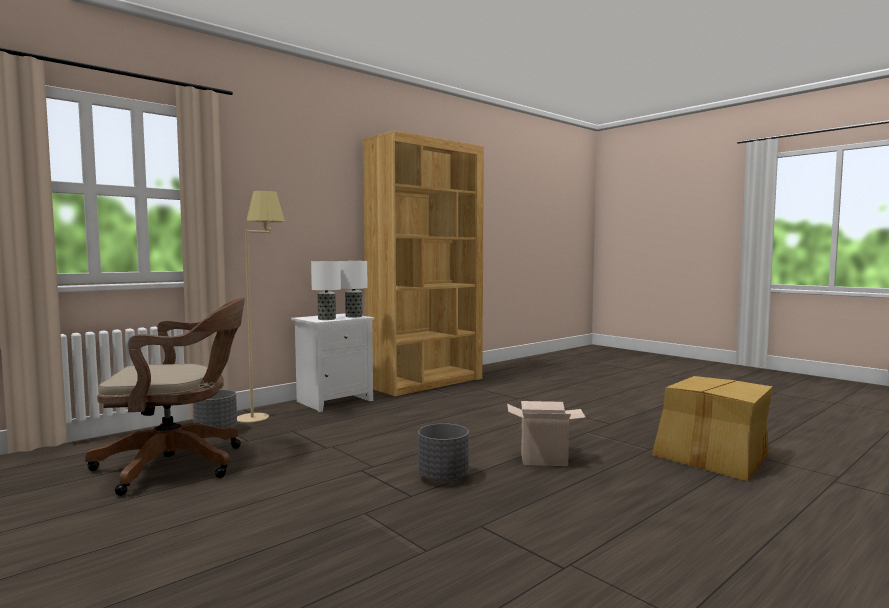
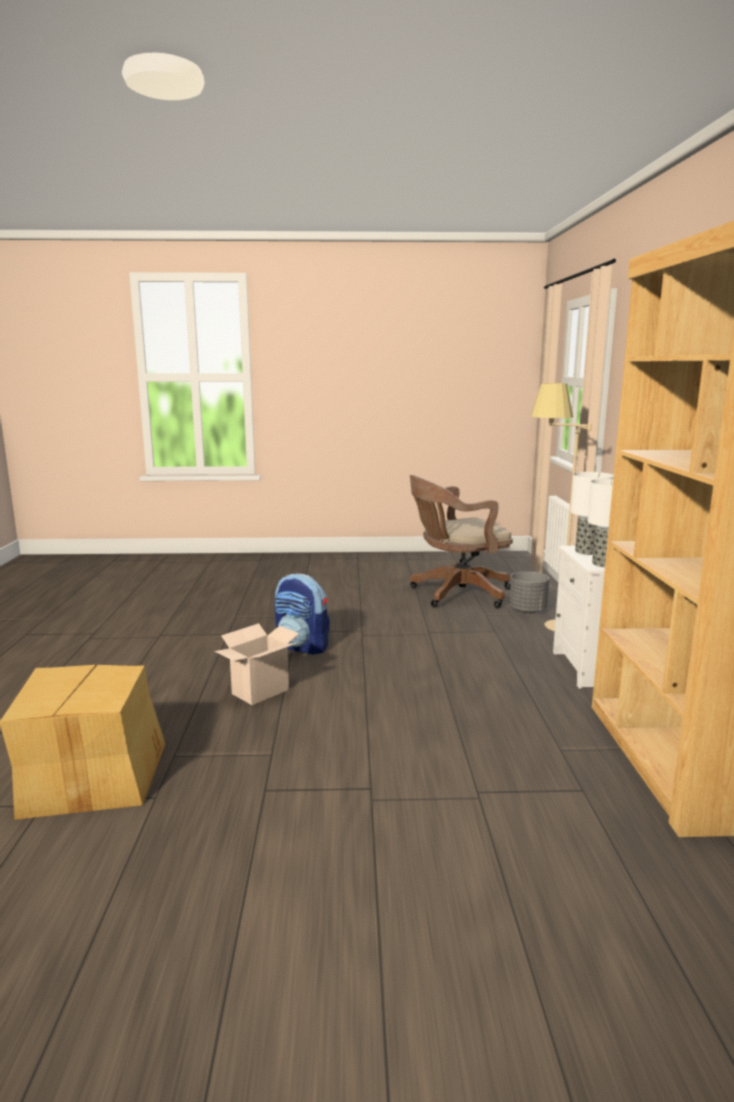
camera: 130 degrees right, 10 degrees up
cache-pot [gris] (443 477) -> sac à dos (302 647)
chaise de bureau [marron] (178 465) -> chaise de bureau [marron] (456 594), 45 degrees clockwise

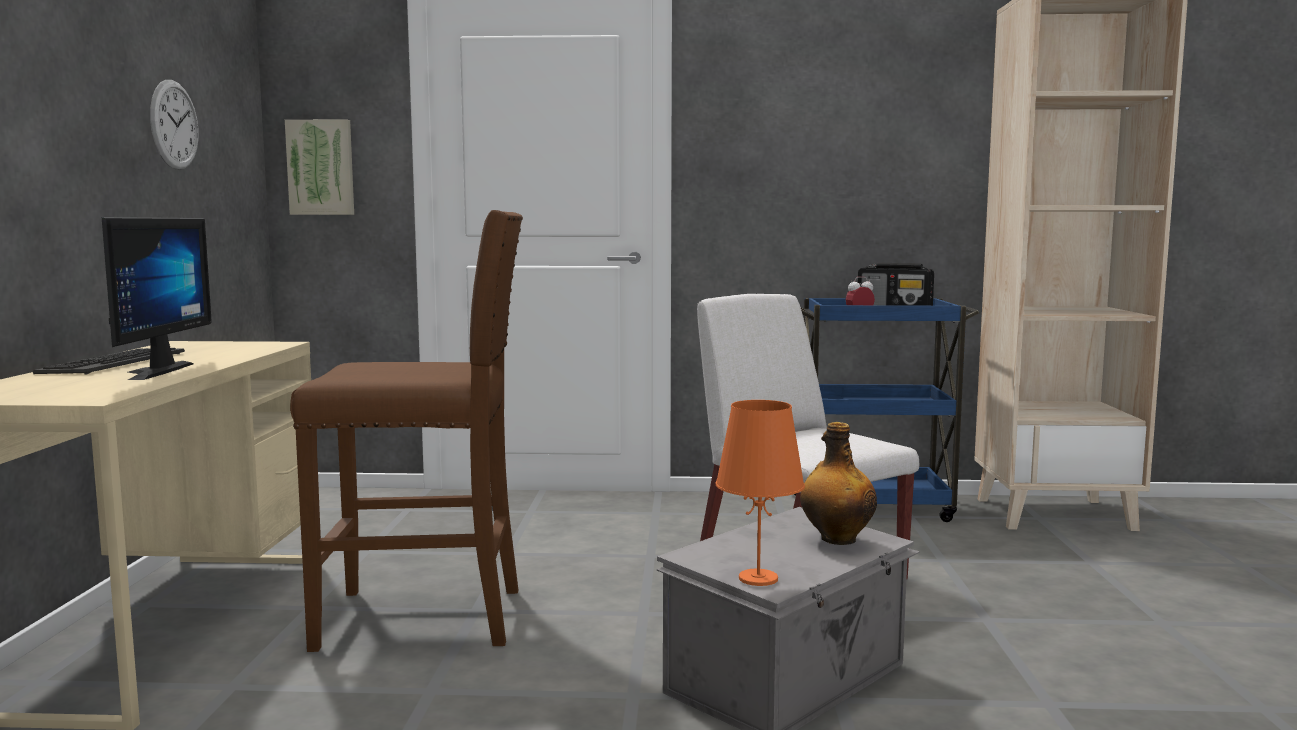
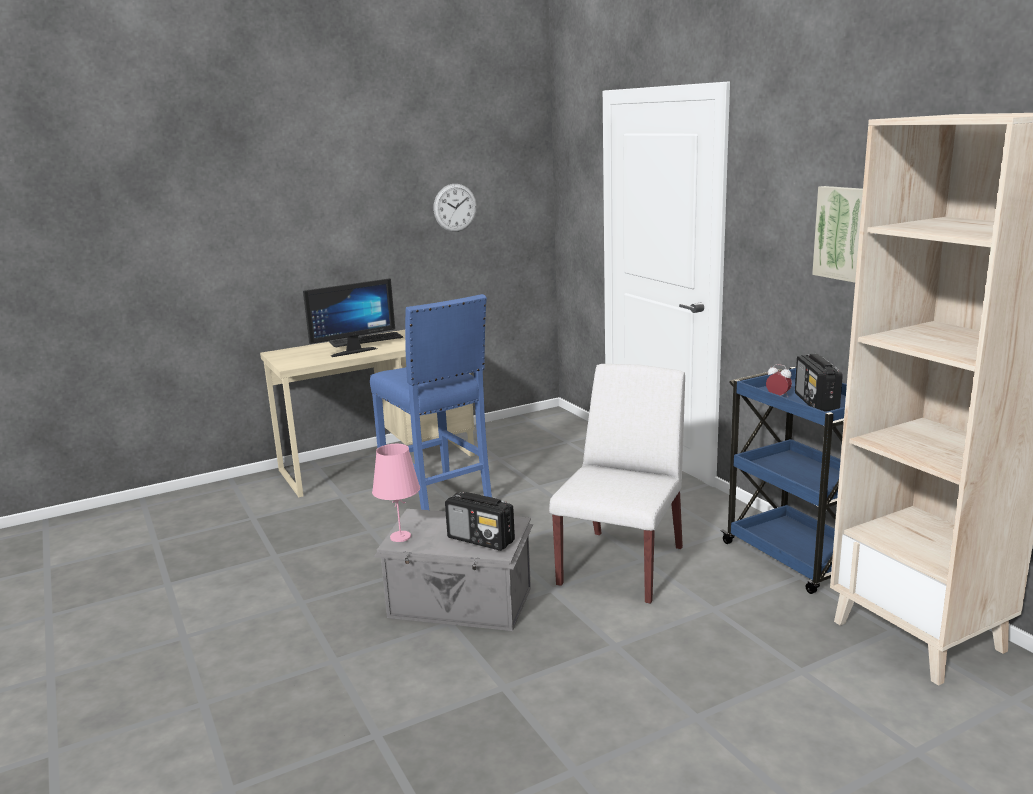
camera: 60 degrees right, 10 degrees up
tabouret [marron] (426 618) -> tabouret [bleu] (437 501)
lampe de table [orange] (758 578) -> lampe de table [rose] (401 537)
bouteille (836 539) -> radio (481 540)
tableau (321 167) -> tableau (844 233), move

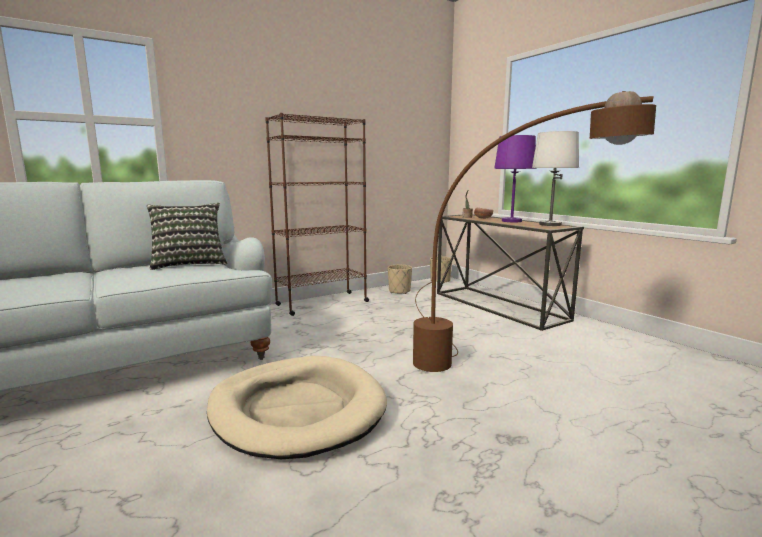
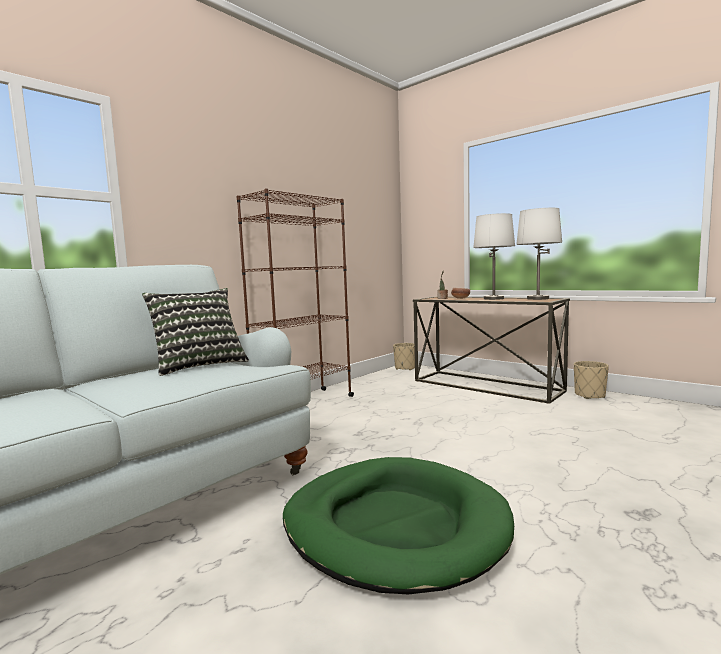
camera: 15 degrees left, 5 degrees down
panier pour chien [beige] (297 410) -> panier pour chien [vert] (394 526)
lampe de table [violet] (512 221) -> lampe de table [blanc] (494 298)
cache-pot [beige] (399 291) -> cache-pot [beige] (589 395), move
lampadaire [marron] (484 366) -> none

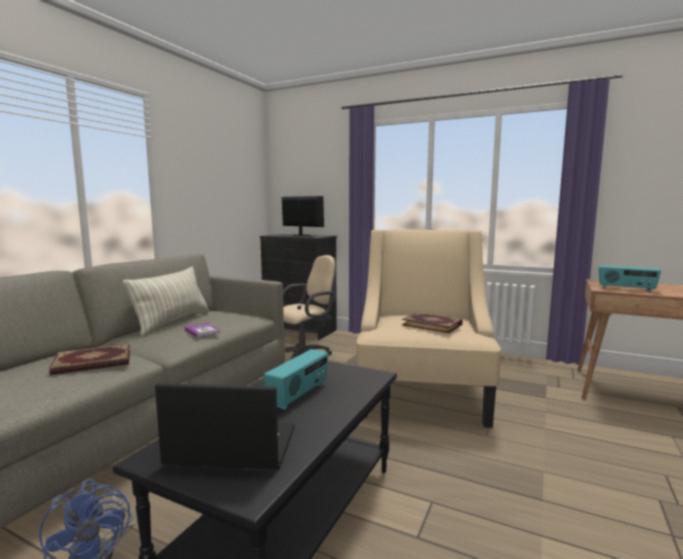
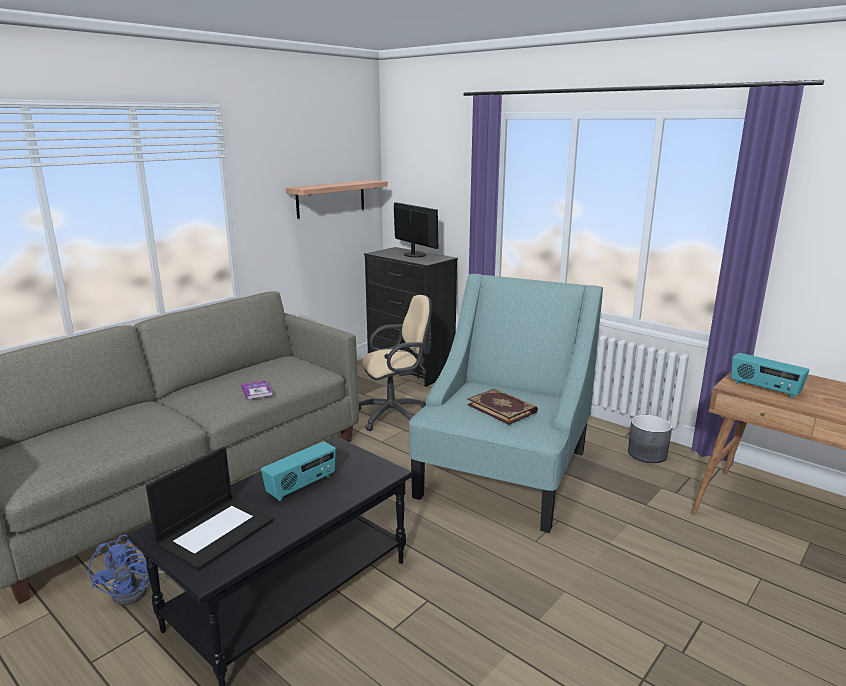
camera: 15 degrees right, 10 degrees up
ordinateur portable (230 446) -> ordinateur portable (216 531), 105 degrees clockwise
none -> étagère (331 198)
fauteuil [beige] (422 390) -> fauteuil [turquoise] (503 473)
none -> cache-pot [gris] (647 454)
livre (93 363) -> none
coussin (172 322) -> none

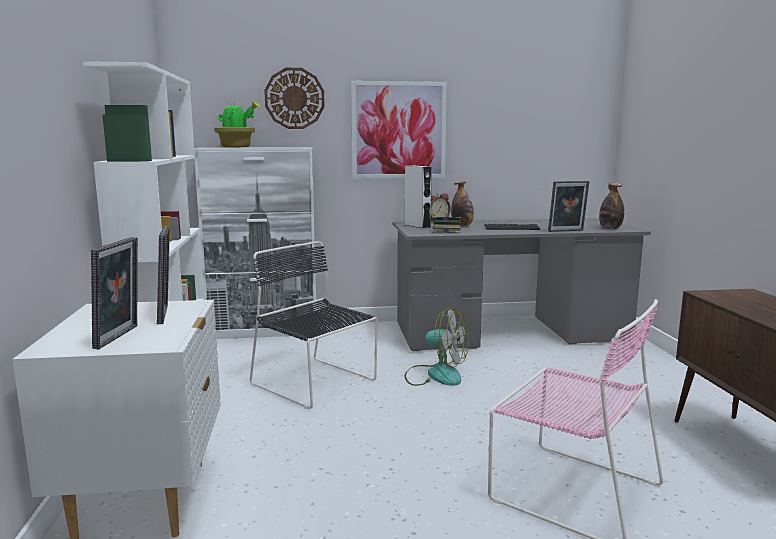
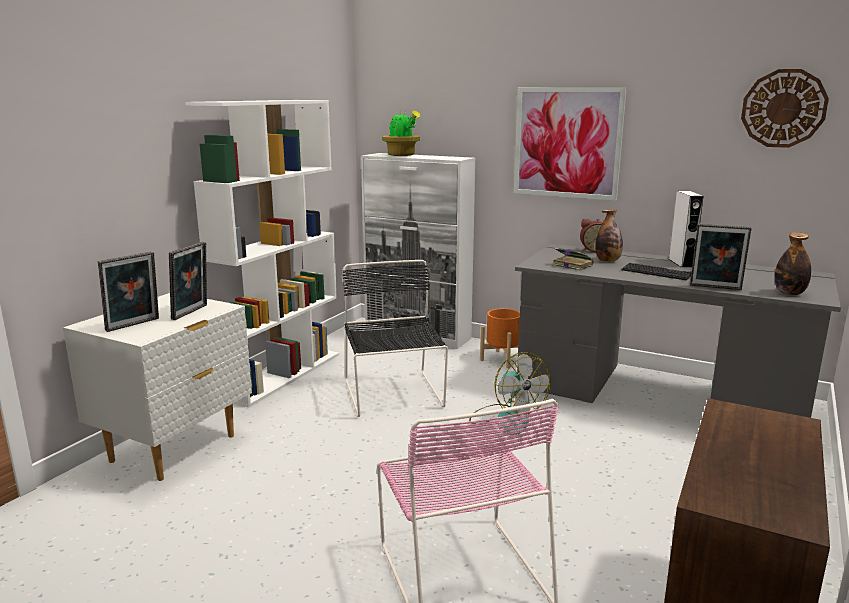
camera: 35 degrees right, 5 degrees up
none -> cache-pot [orange] (502 359)
enceinte [blanc] (417 226) -> enceinte [blanc] (681 263), move
horloge murale (294 98) -> horloge murale (783 108), move

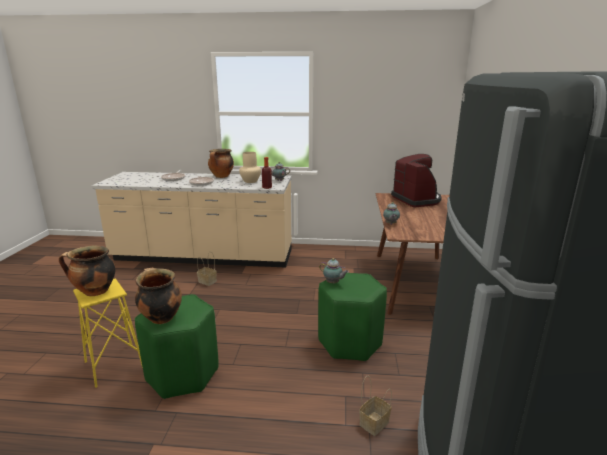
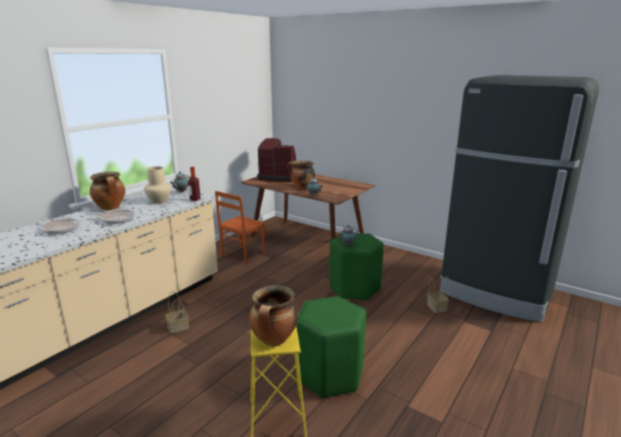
camera: 60 degrees left, 0 degrees up
none -> chaise [marron] (242 255)
marmite (160 317) -> marmite (301 188), move

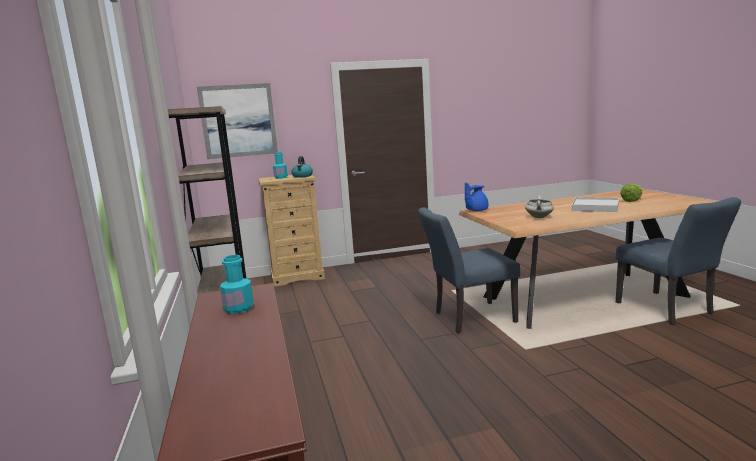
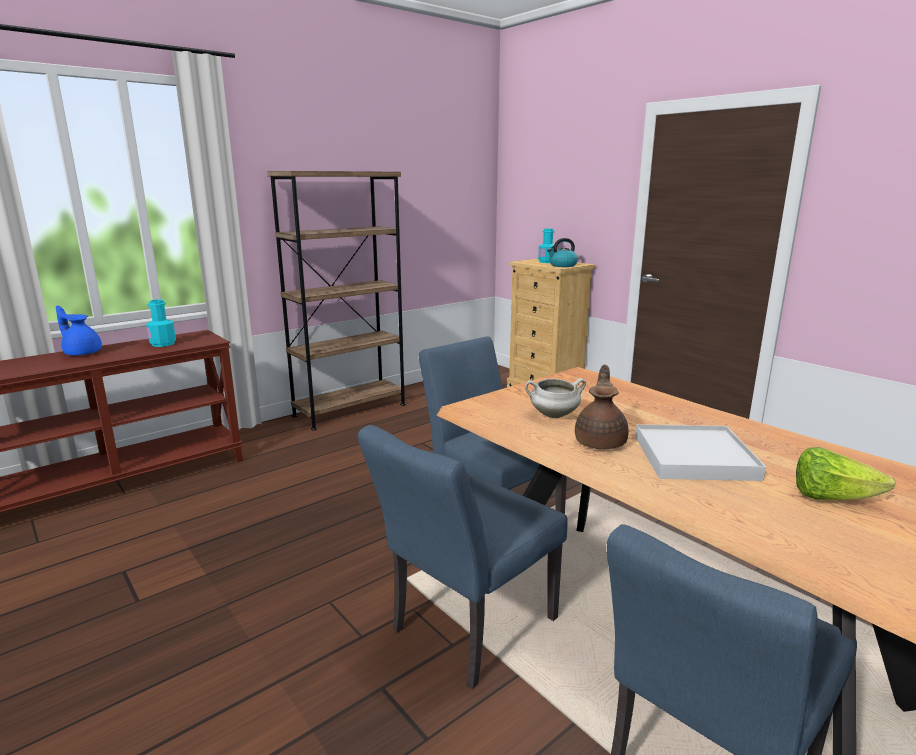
camera: 65 degrees right, 5 degrees up
théière [bleu] (475 210) -> théière [bleu] (82 353), move
none -> chaise [bleu] (465 630)
none -> théière [marron] (601 442)
tableau (238 121) -> none

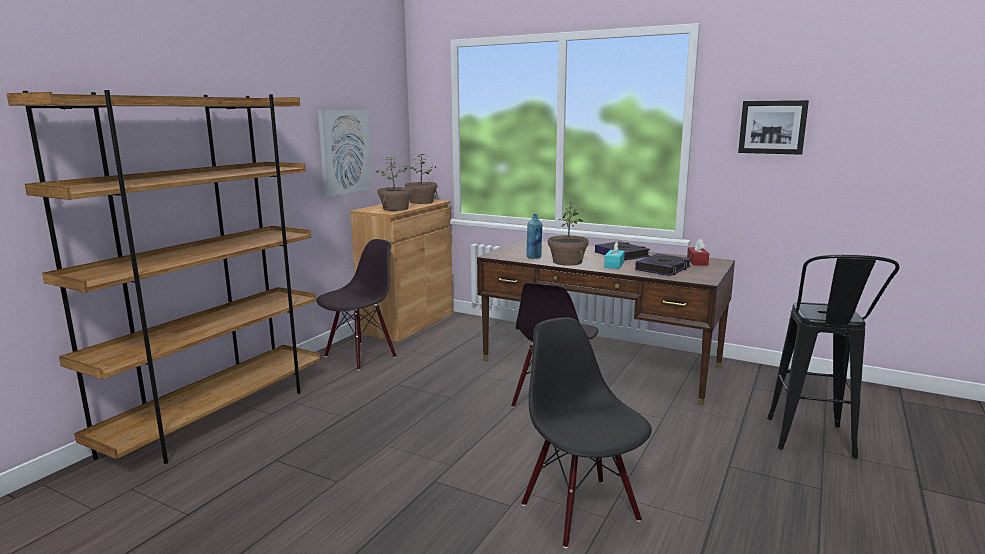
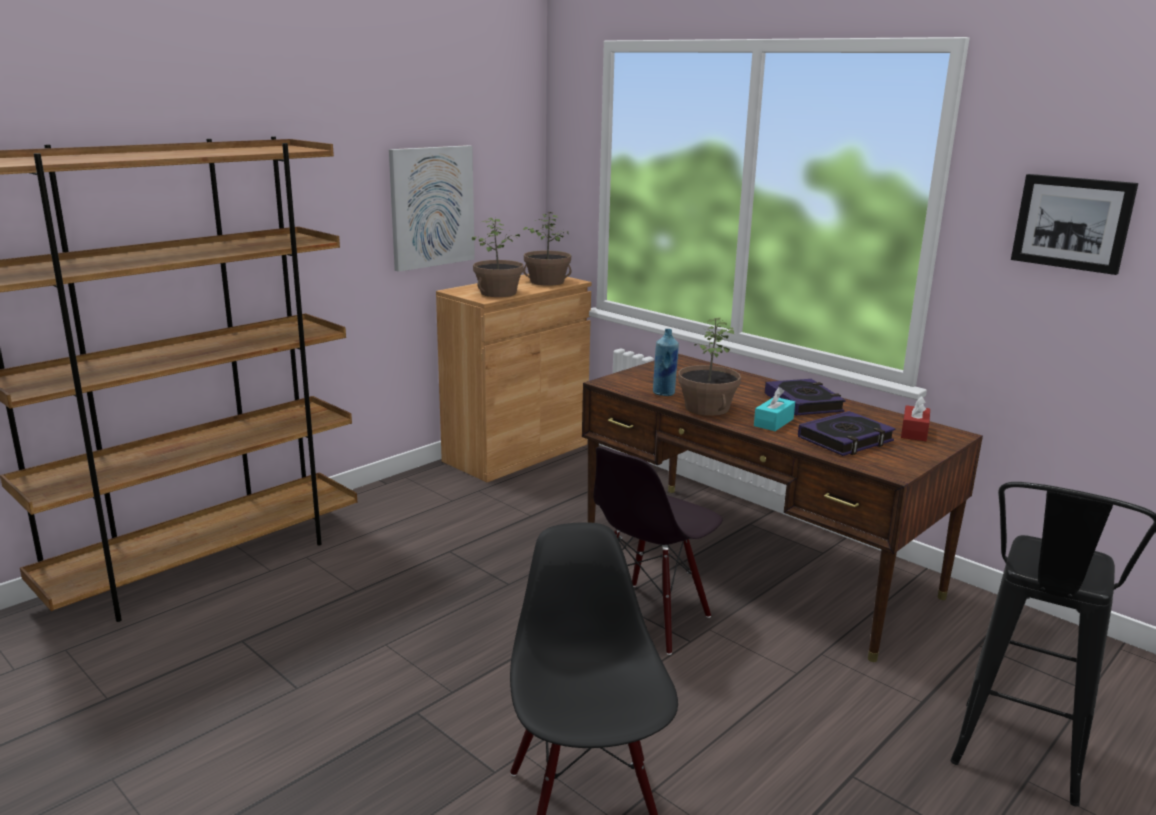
camera: 15 degrees right, 5 degrees up
chaise [noir] (360 356) -> none

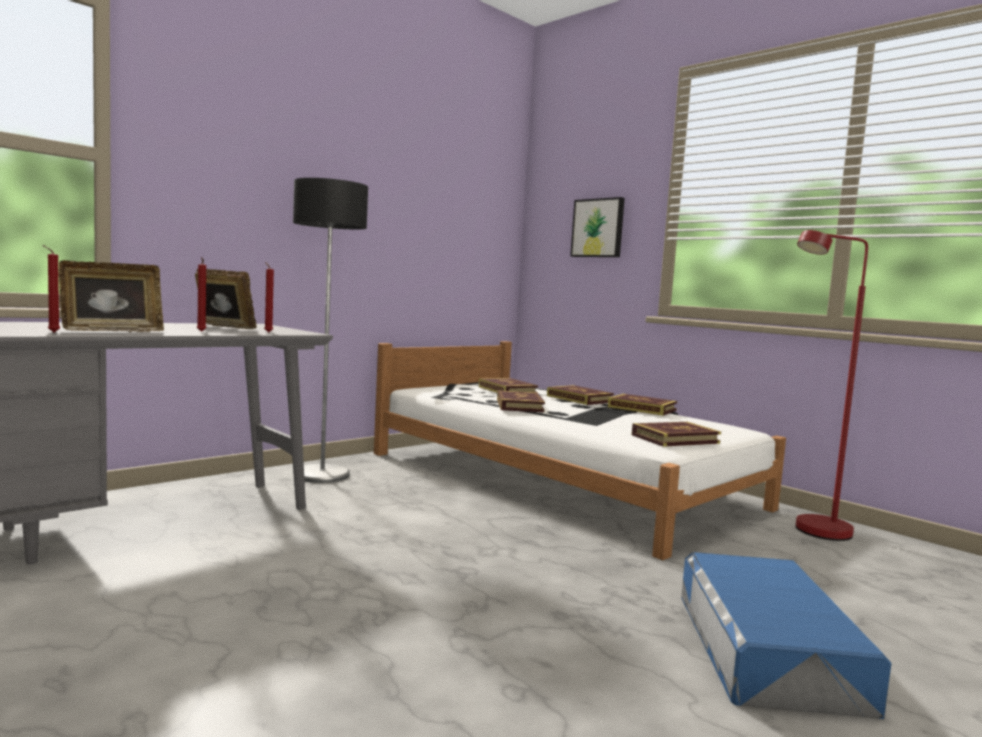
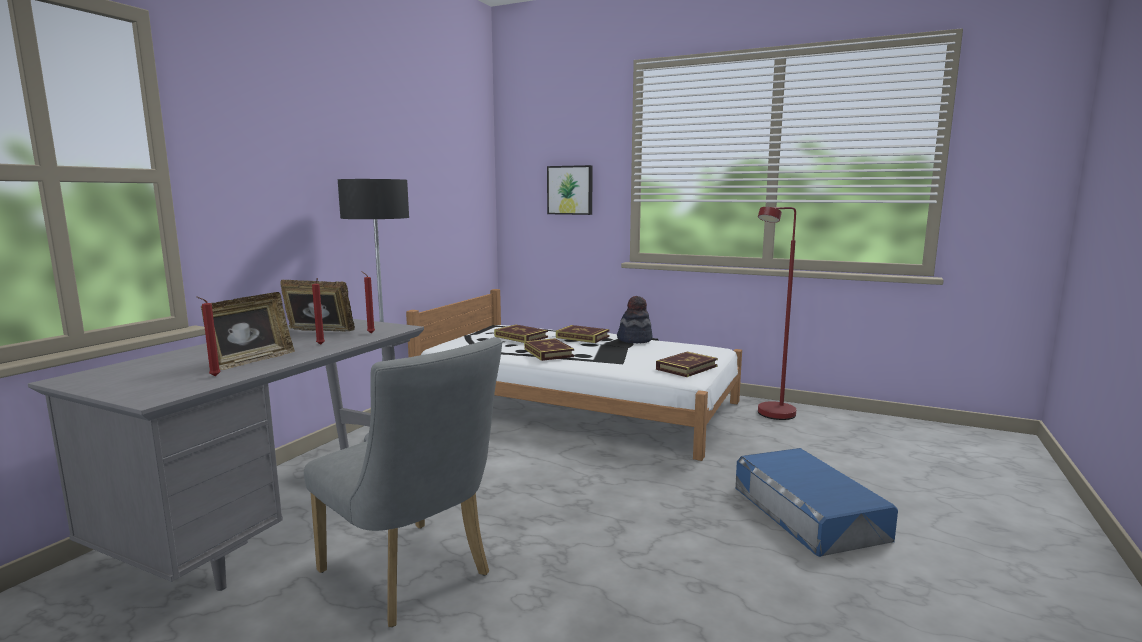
camera: 20 degrees left, 5 degrees up
none -> chaise [gris] (412 577)
livre (642 408) -> chapeau (634 340)

